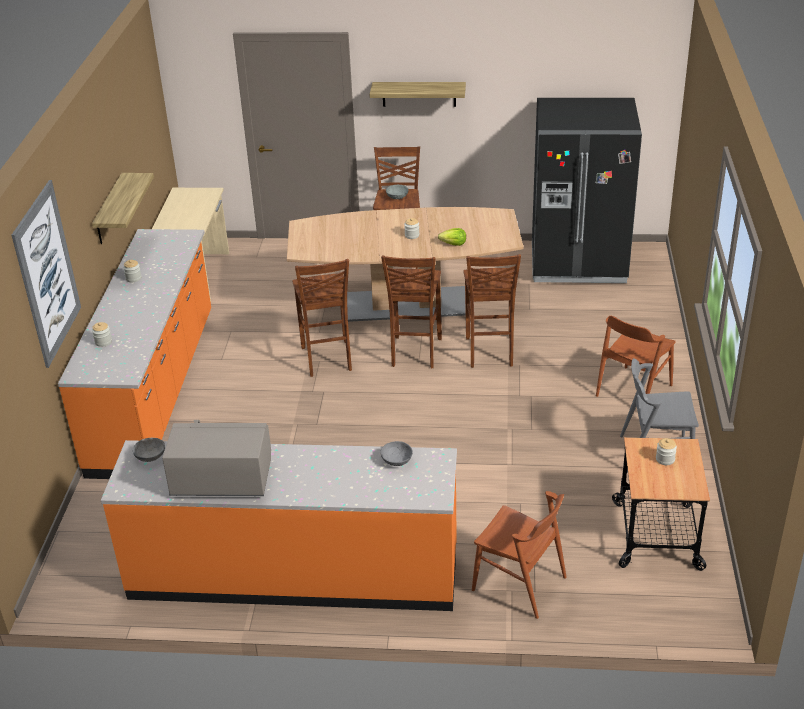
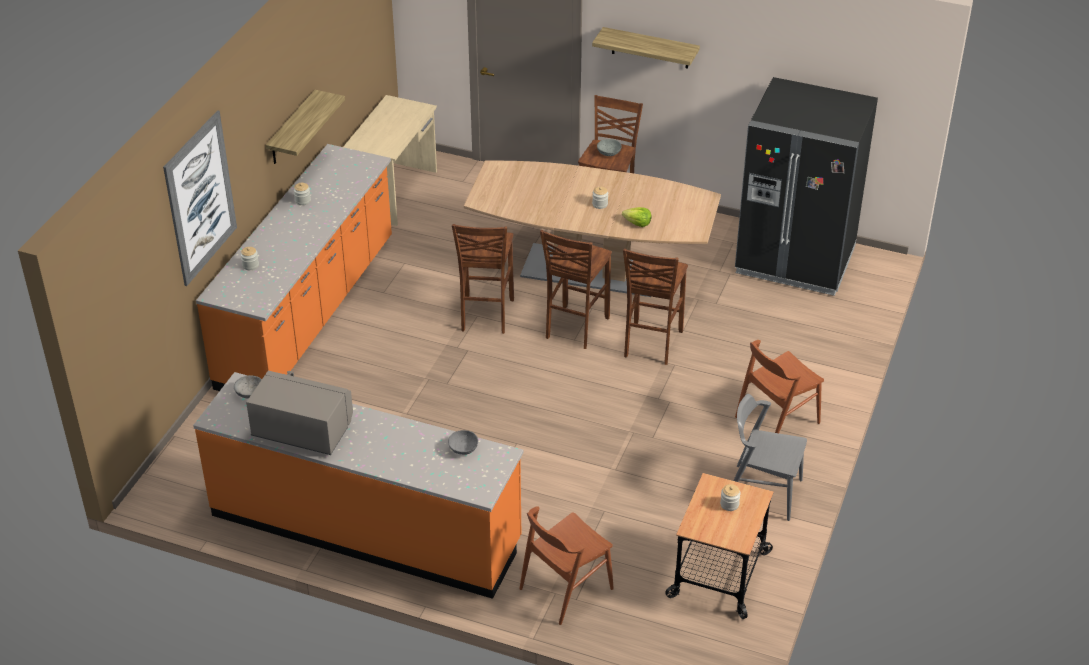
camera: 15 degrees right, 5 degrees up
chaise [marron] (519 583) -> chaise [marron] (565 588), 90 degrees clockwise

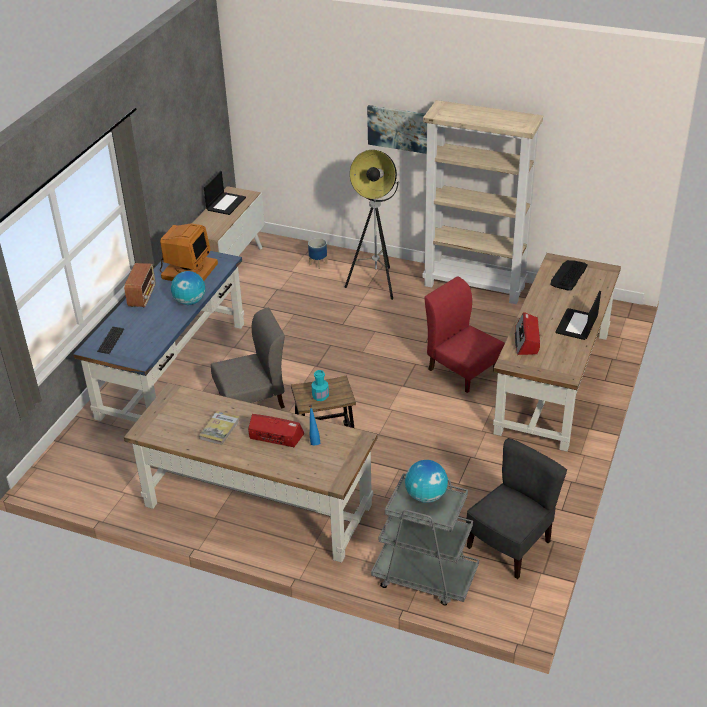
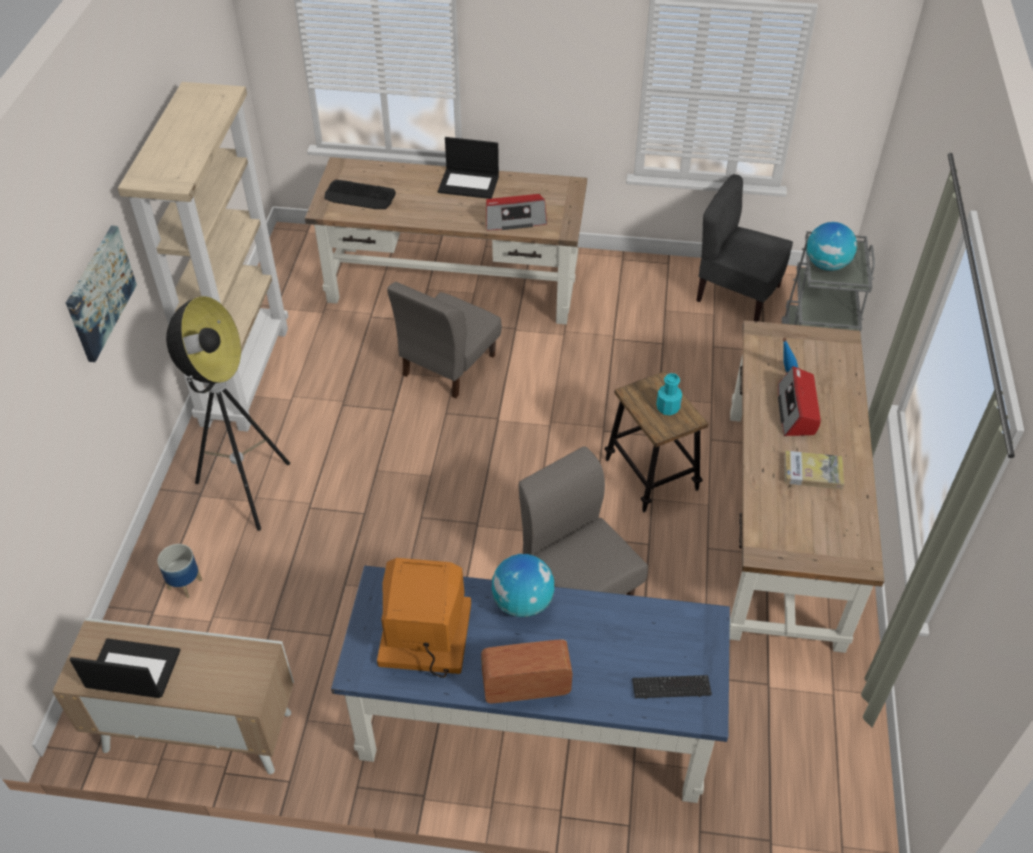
camera: 105 degrees left, 10 degrees up
chaise [rouge] (462 369) -> chaise [gris] (448 365)

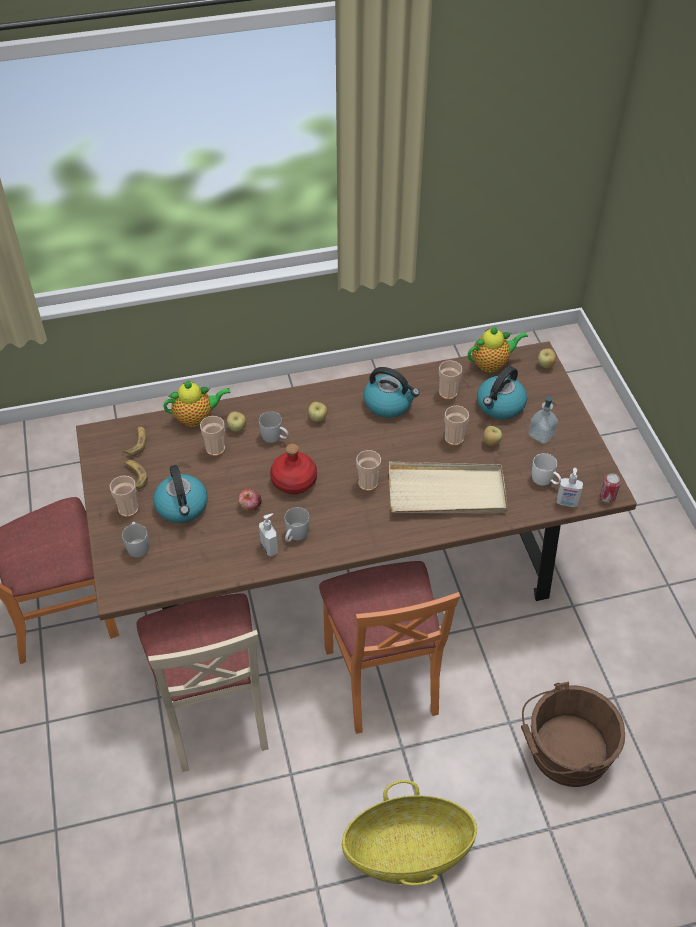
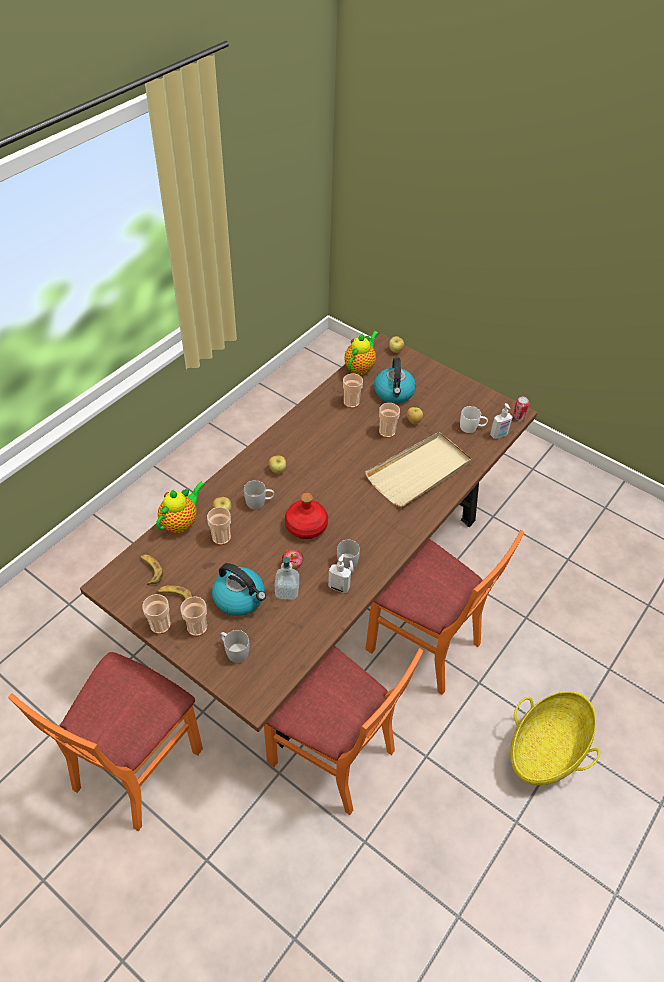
camera: 40 degrees left, 0 degrees up
tasse (368 483) -> tasse (160 625), move
chaise [beige] (214 713) -> chaise [orange] (332 753)
distributeur de savon (541 435) -> distributeur de savon (287 591), move
bouilloire (389 403) -> none
seau [marron] (565 751) -> none

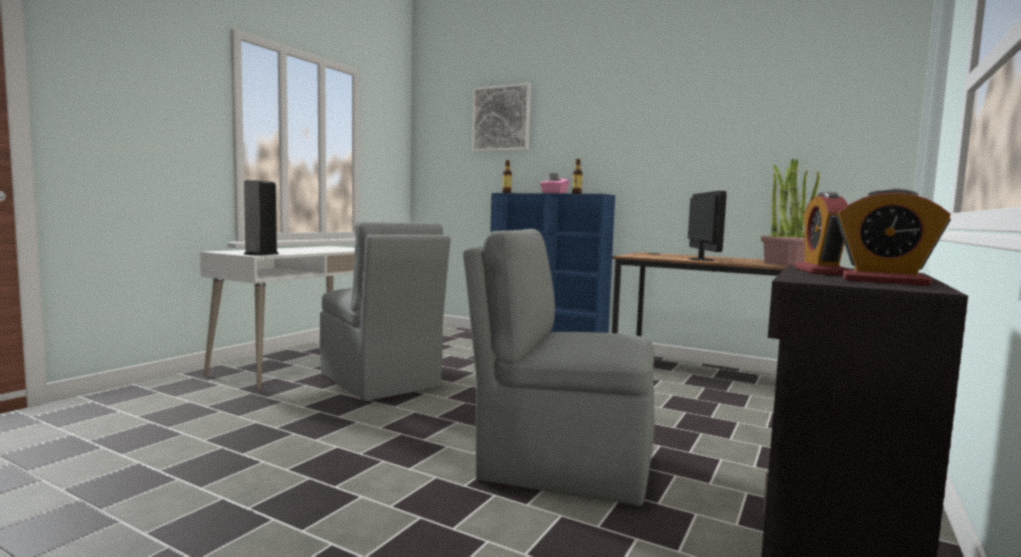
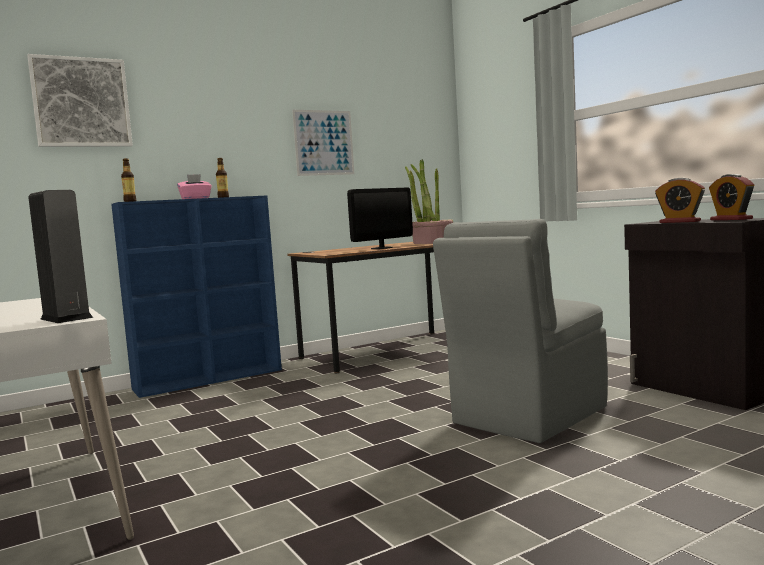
camera: 60 degrees left, 0 degrees up
none -> tableau (324 143)
écran d'ordinateur (700 259) -> écran d'ordinateur (382 248), 105 degrees clockwise
réveil (883 281) -> réveil (731 219), 105 degrees clockwise
chaise [gris] (380 382) -> none

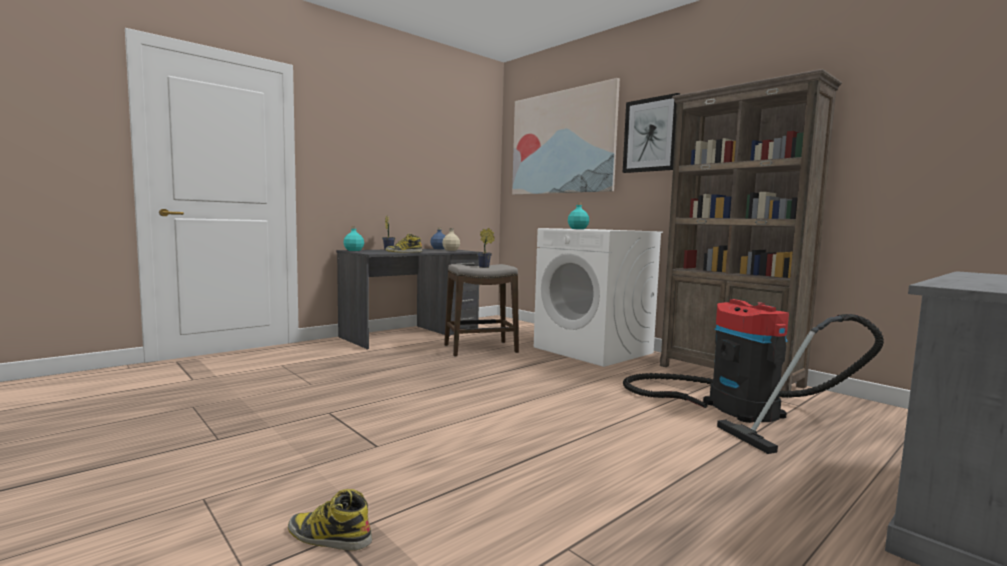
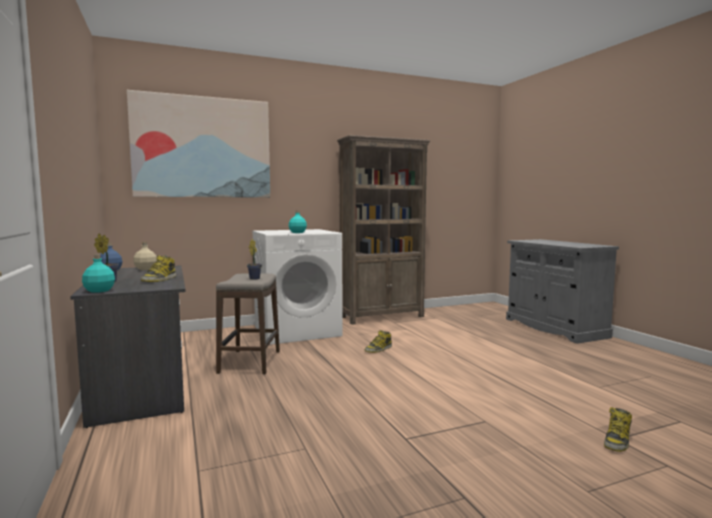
camera: 70 degrees left, 0 degrees up
none -> botte (378 349)
tableau (651 135) -> none
aspirateur (734 407) -> none

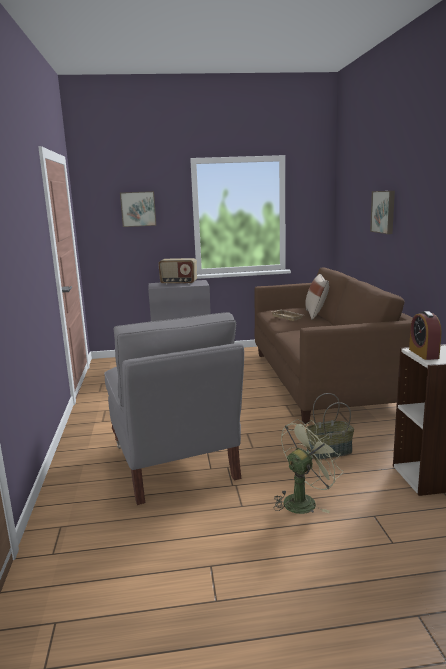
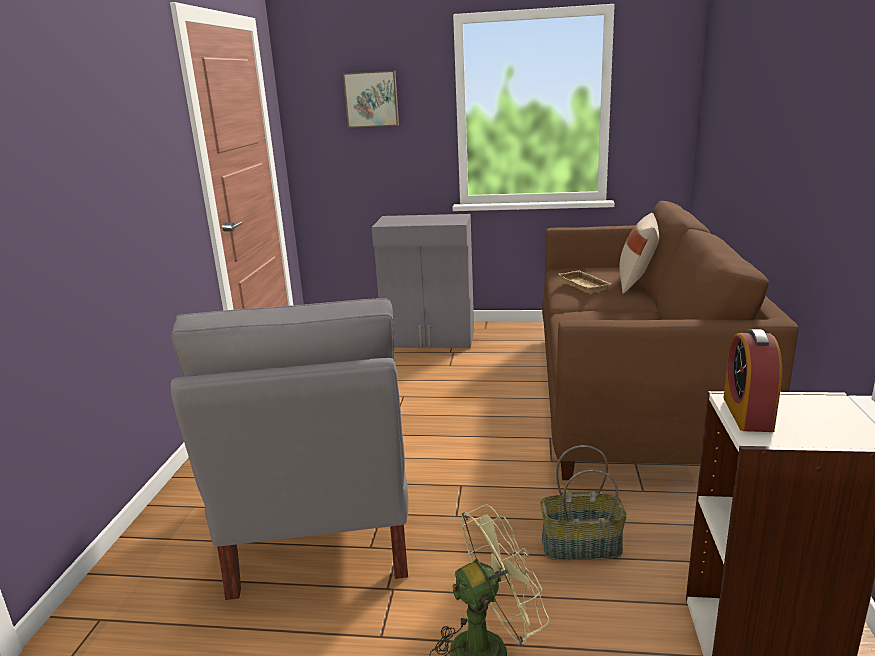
camera: 15 degrees right, 5 degrees up
radio (178 283) -> none
tableau (384 211) -> none

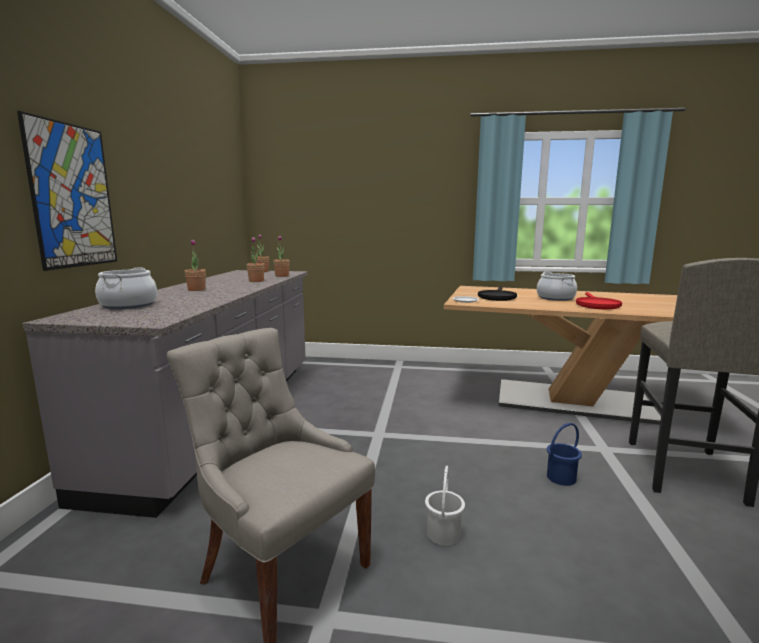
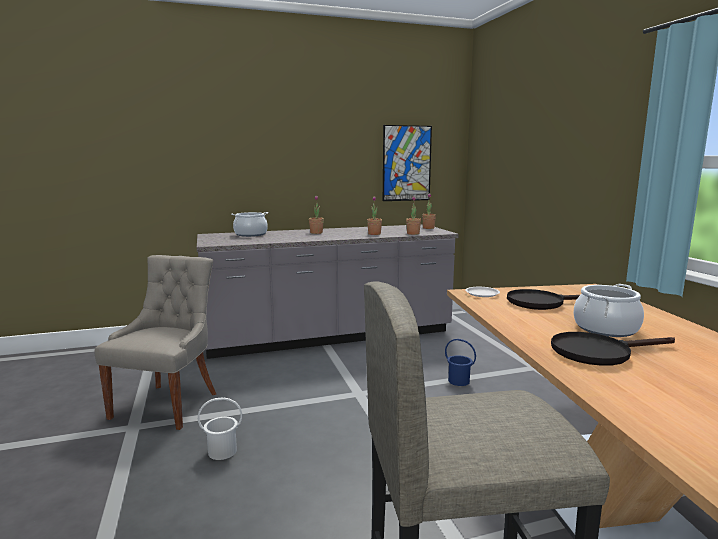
camera: 65 degrees right, 0 degrees up
tableau (72 196) -> tableau (406 163), move
seau [bleu] (560 477) -> seau [bleu] (458 381), move
poêle [rouge] (596 305) -> poêle [noir] (599 352)

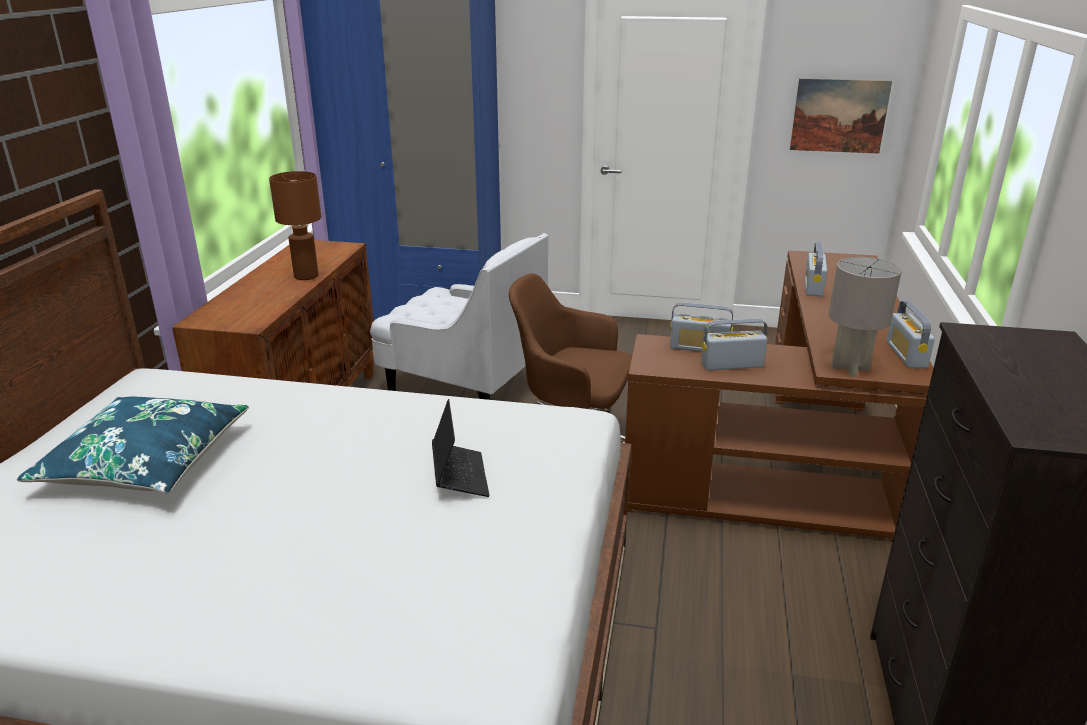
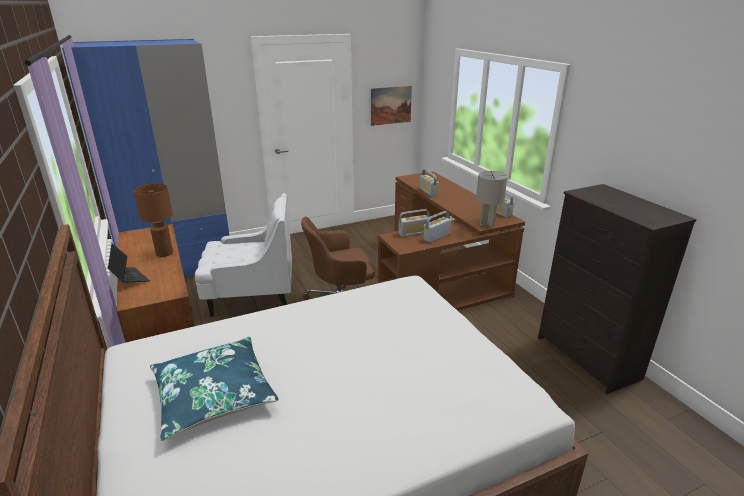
camera: 35 degrees left, 0 degrees up
ordinateur portable (459 476) -> ordinateur portable (129 278), move

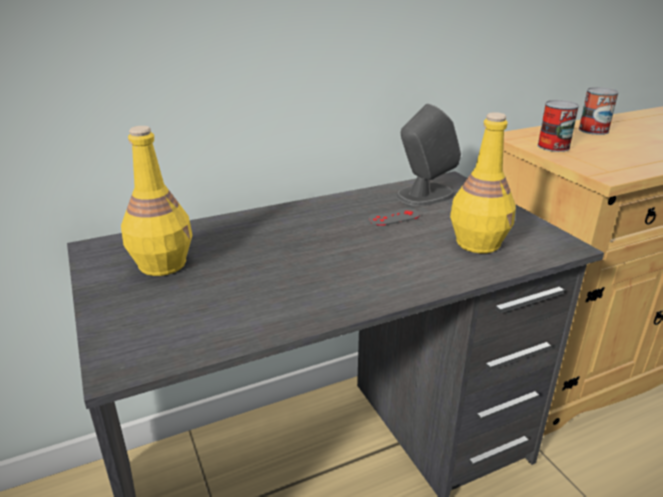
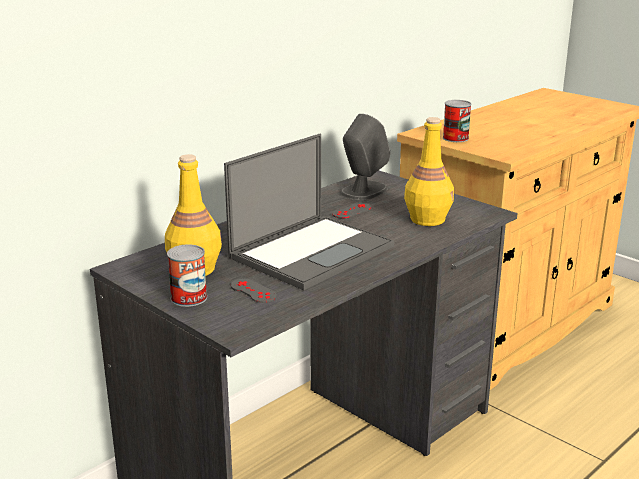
camera: 20 degrees left, 5 degrees down
boîte métallique (593 130) -> boîte métallique (189 298), move
none -> ordinateur portable (312 251)
none -> manette [gris] (253 291)

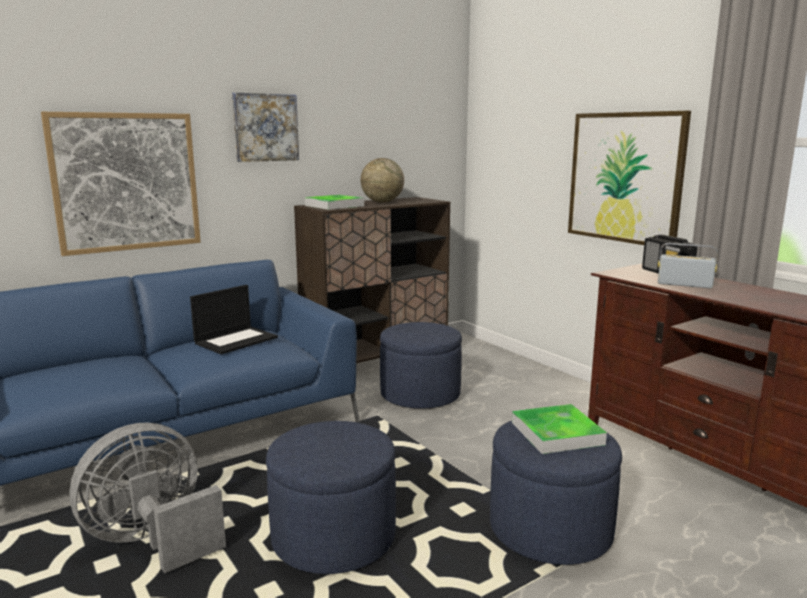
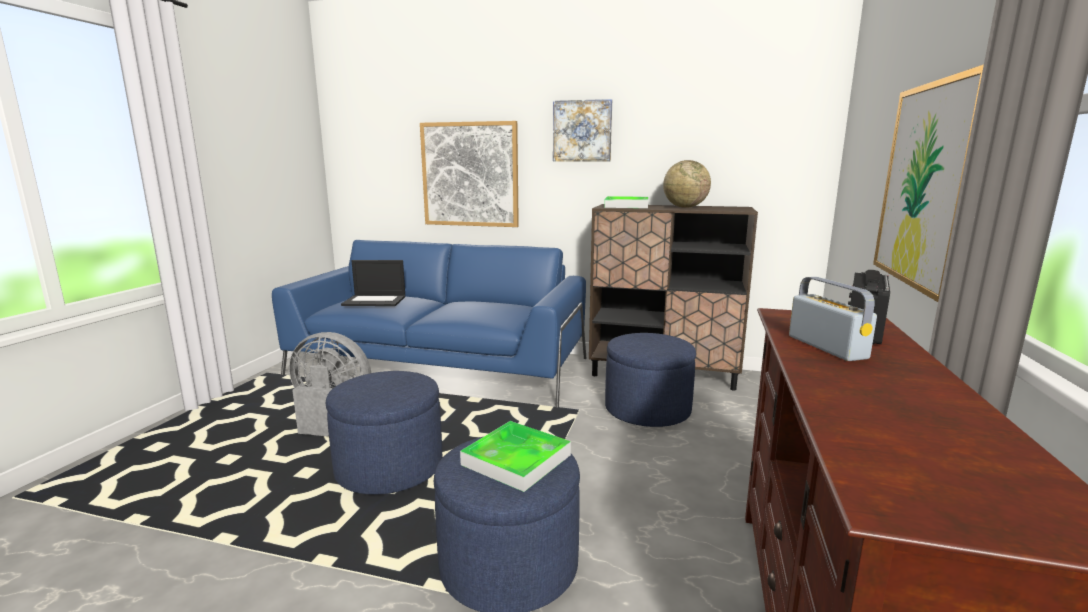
camera: 50 degrees right, 0 degrees up
ordinateur portable (236 340) -> ordinateur portable (375 301), move

